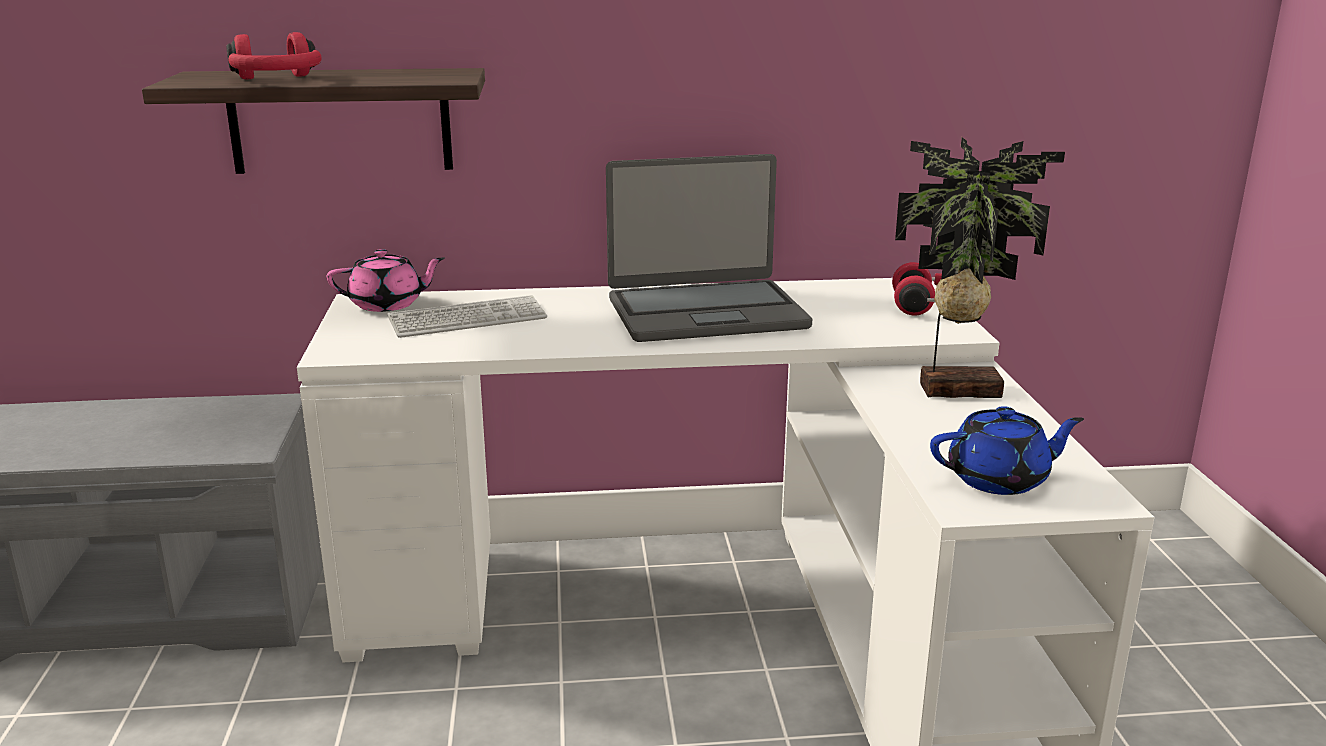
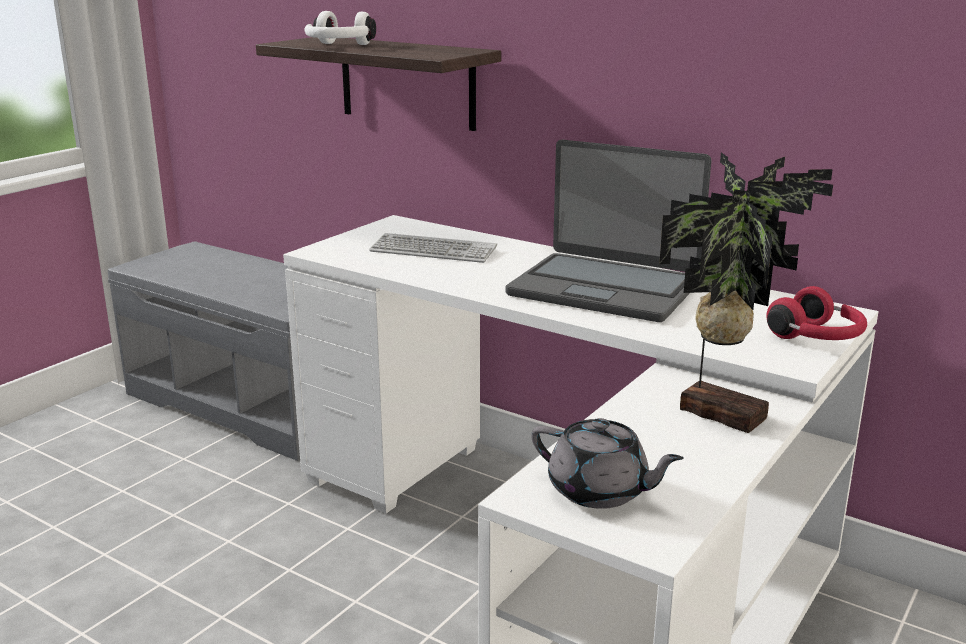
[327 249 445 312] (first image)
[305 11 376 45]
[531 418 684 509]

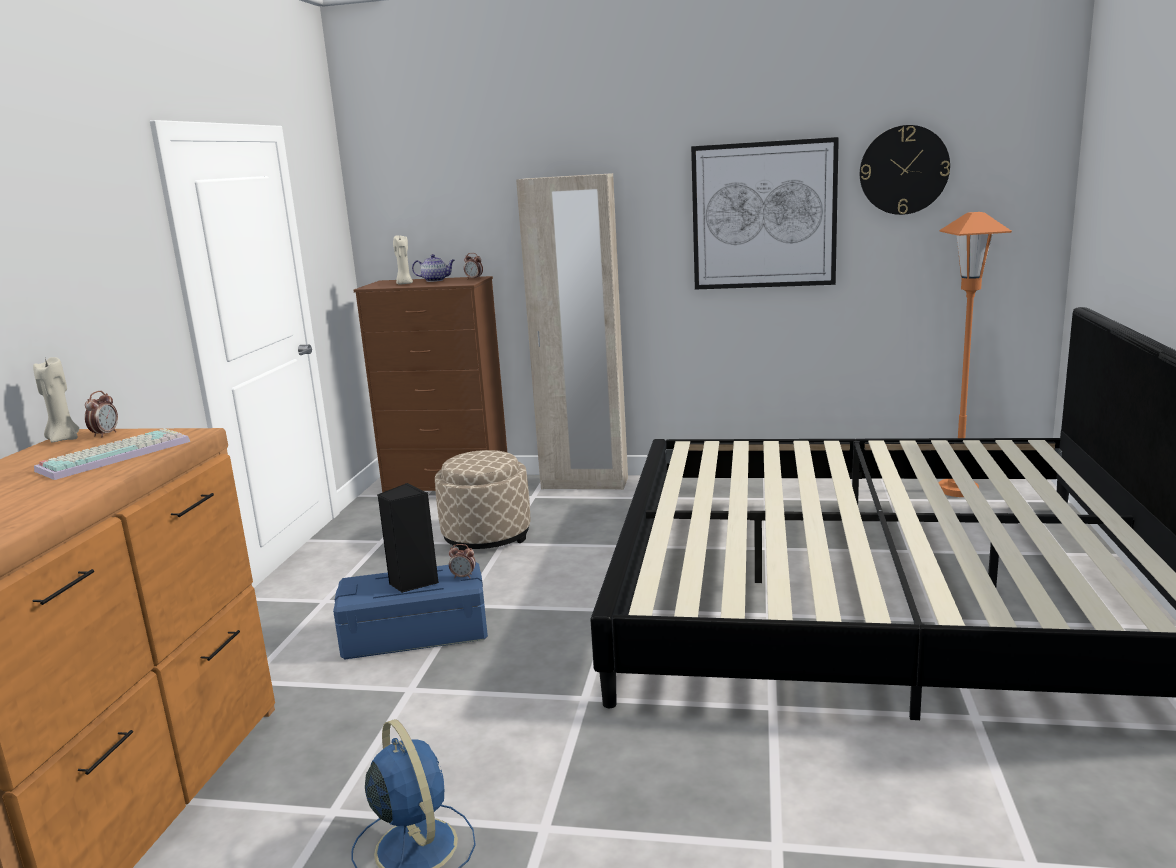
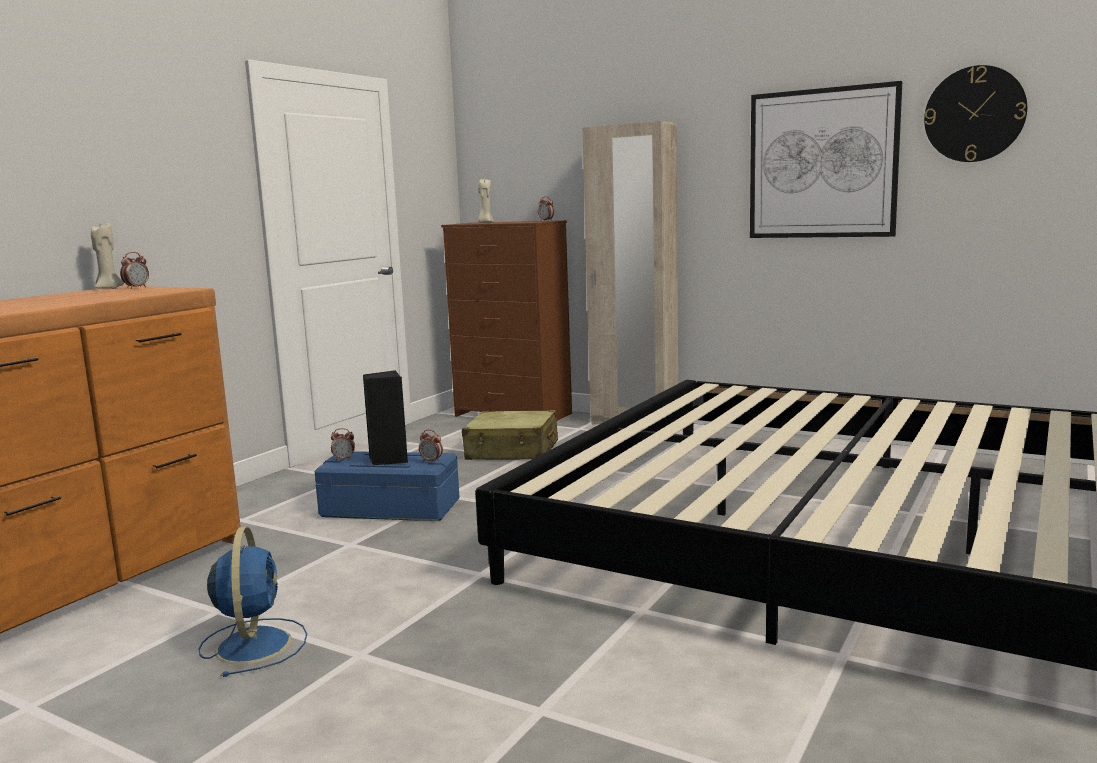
[34 429 190 480] (first image)
[412 254 455 282] (first image)
[939 212 1012 497] (first image)
[331 428 355 461]
[462 410 558 460]

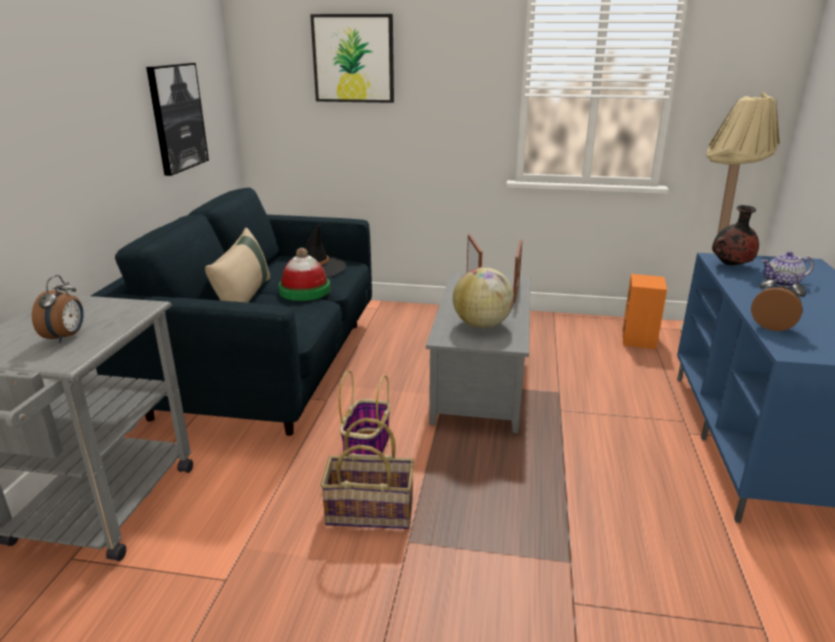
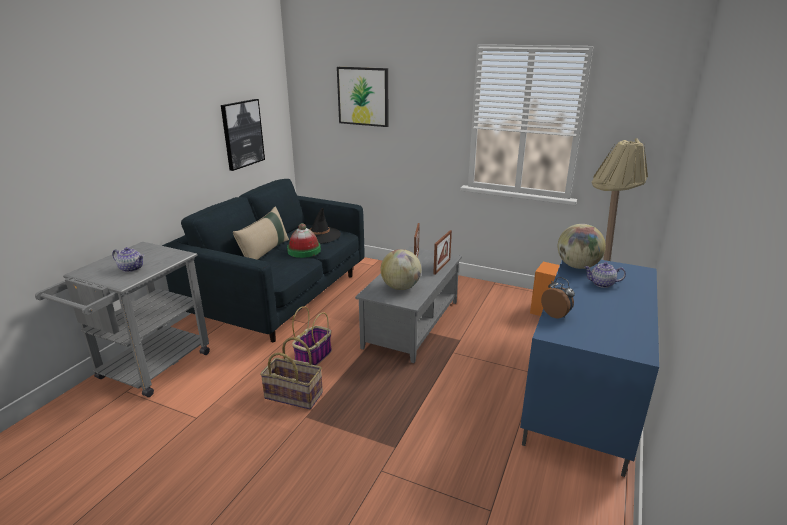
[112 247 144 272]
[558 224 606 269]

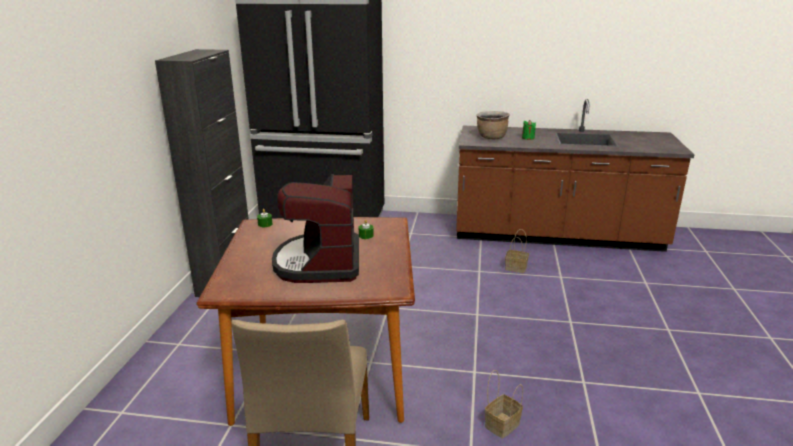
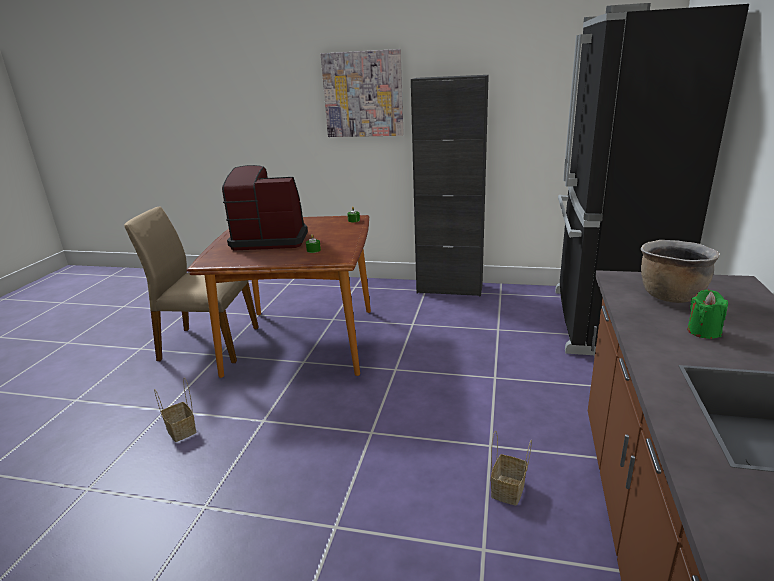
[321 49 404 137]

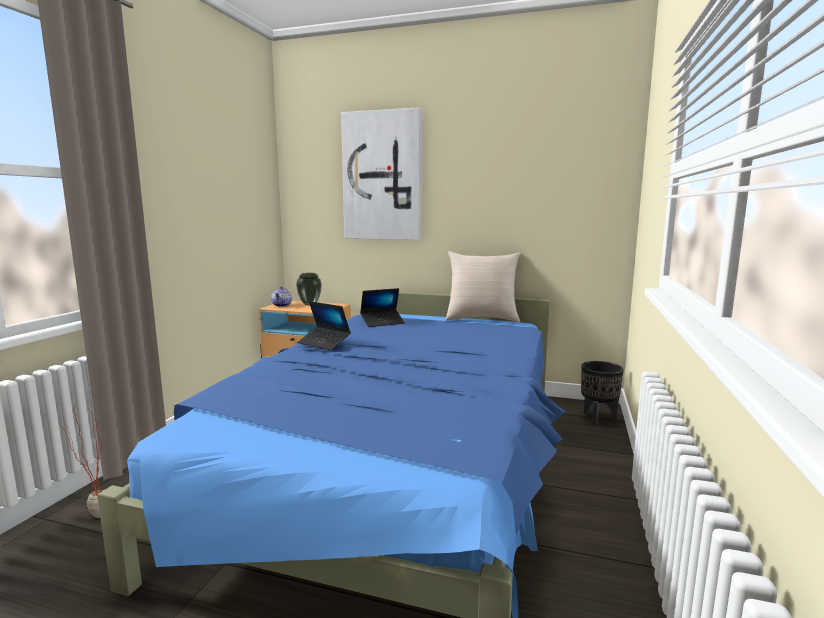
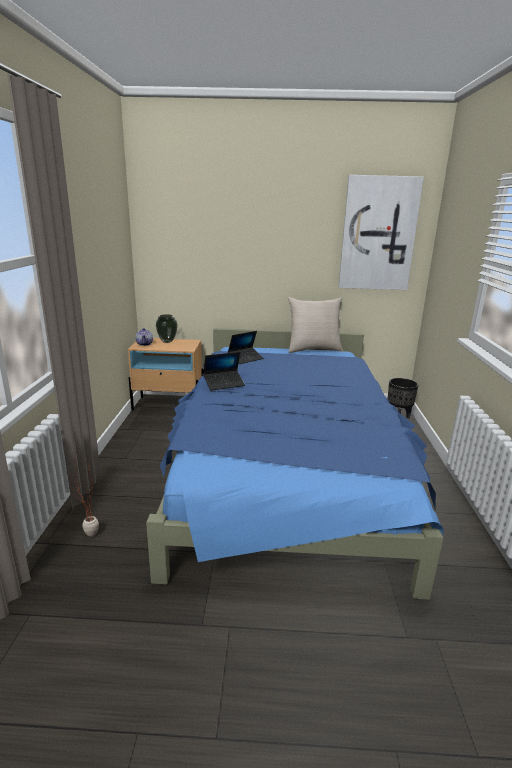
[338 175 424 290]
[203 352 245 390]

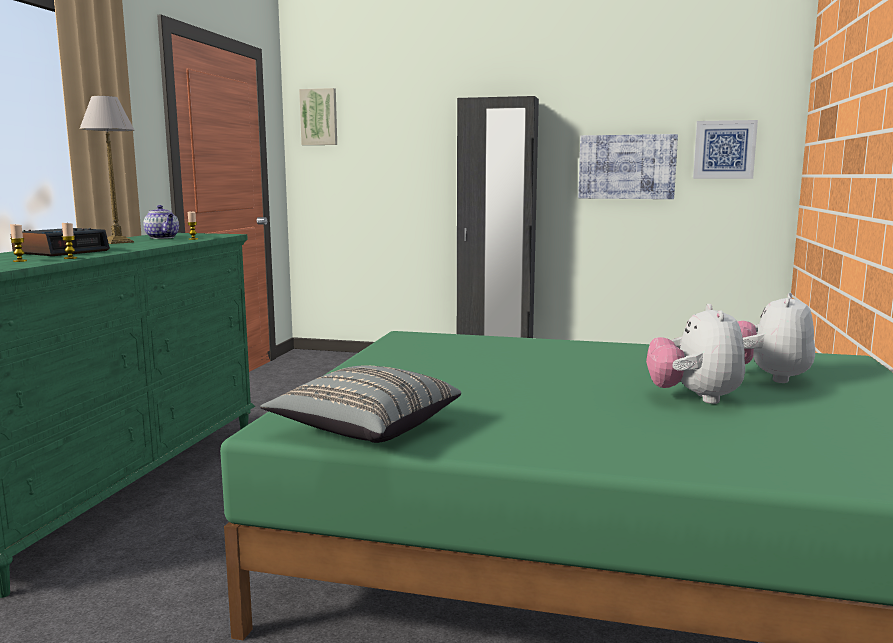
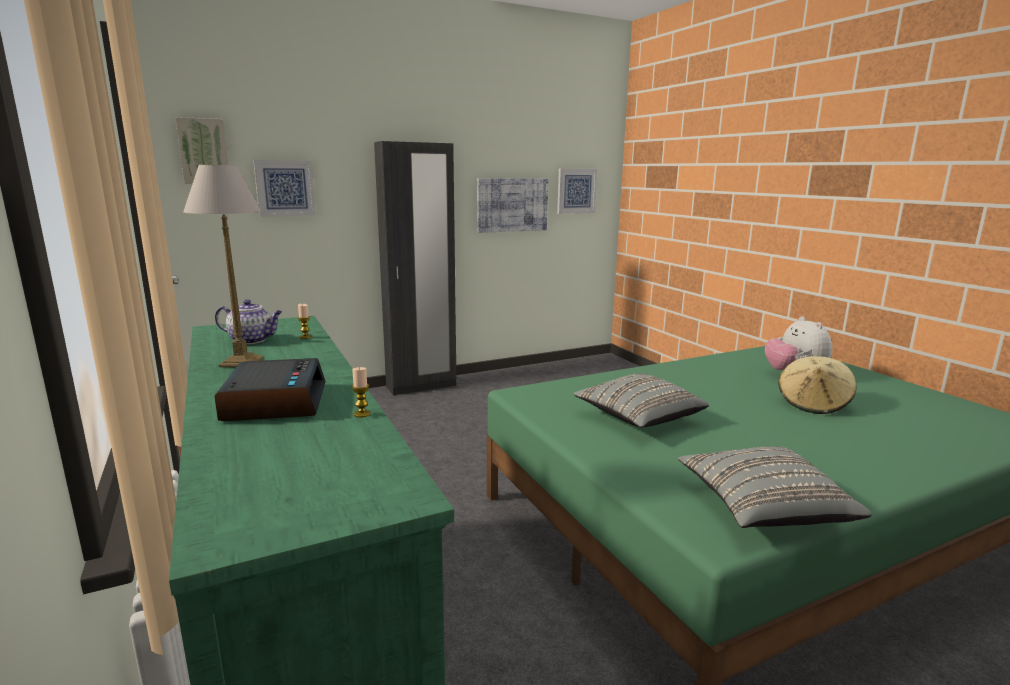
[10 224 27 262] (first image)
[253 160 316 217]
[573 373 709 428]
[778 356 856 414]

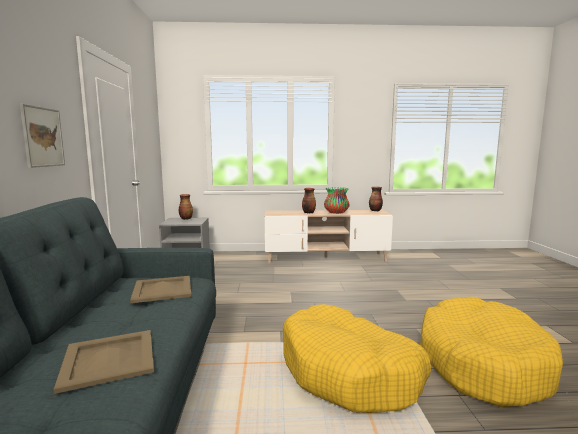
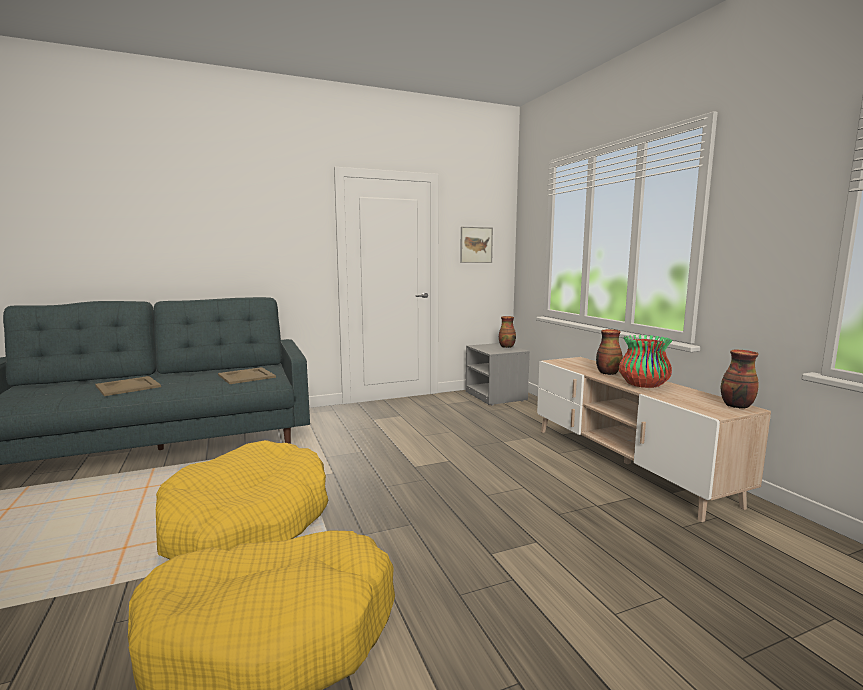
[460 227 493 263]

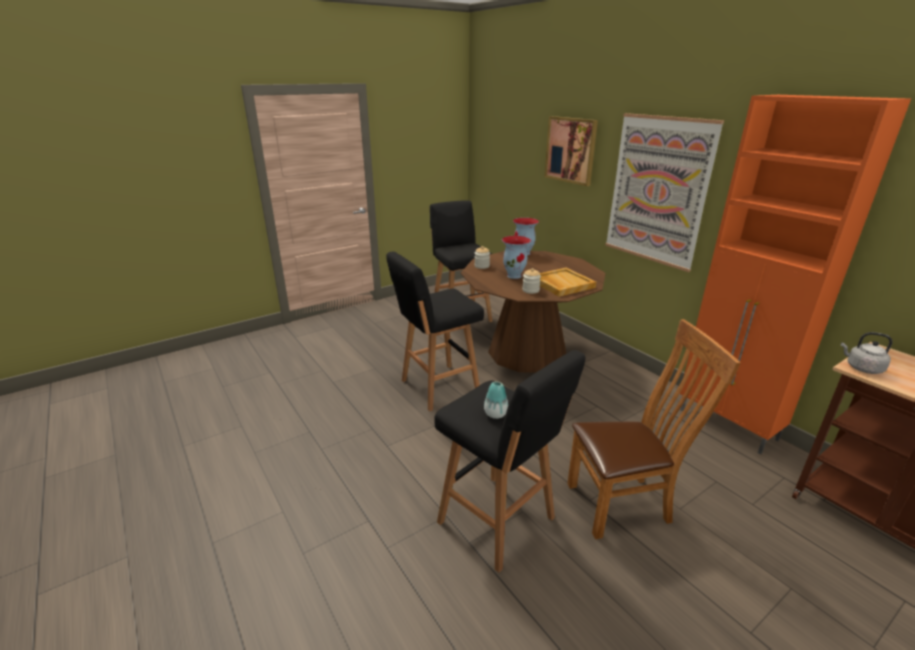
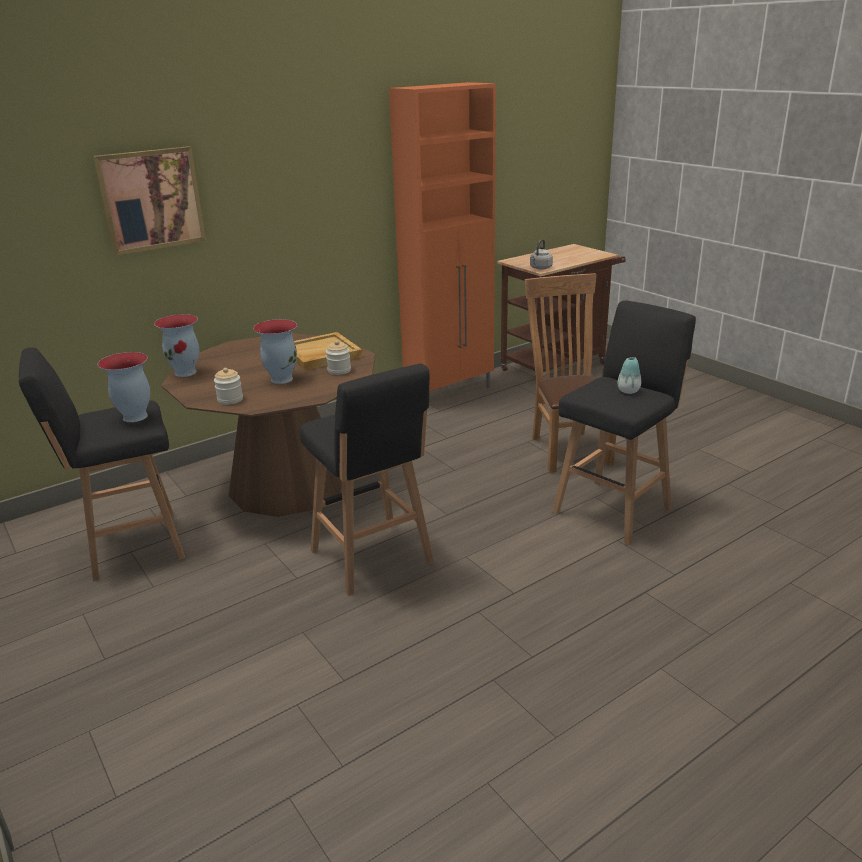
[605 113 724 272] (first image)
[98 352 150 422]

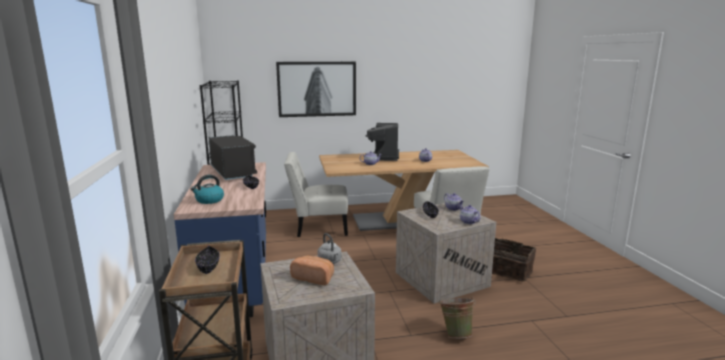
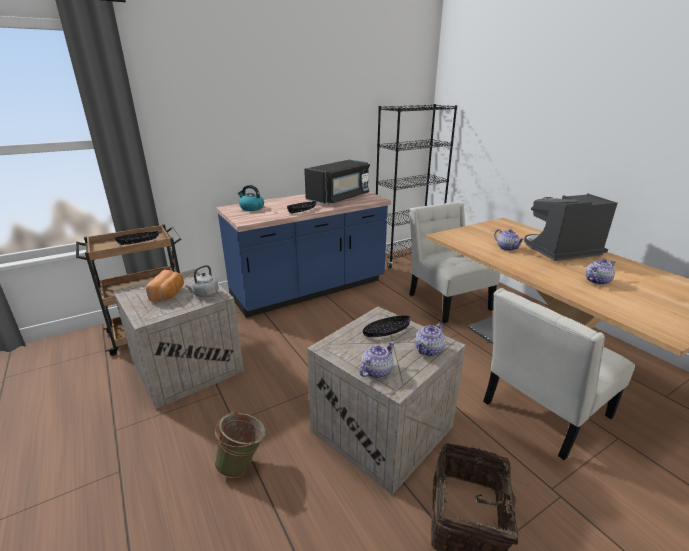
[276 62 356 117] (first image)

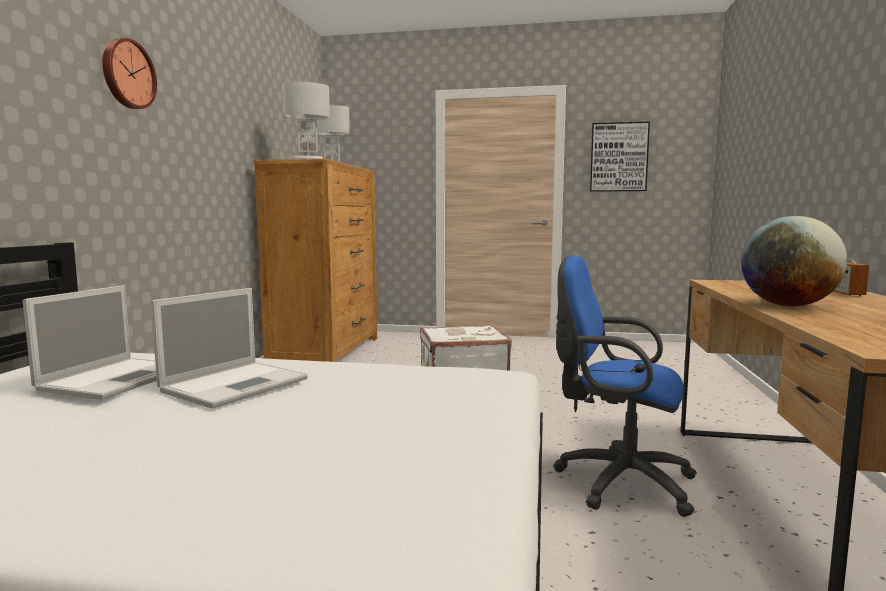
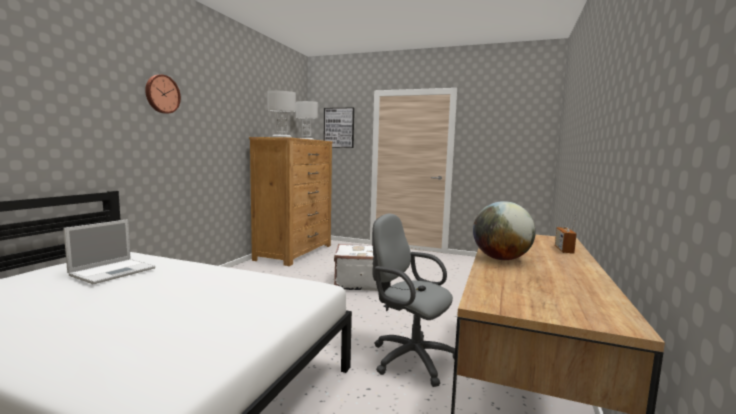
[151 288 308 409] (first image)
[324 107 354 148]
[372 214 455 387]

